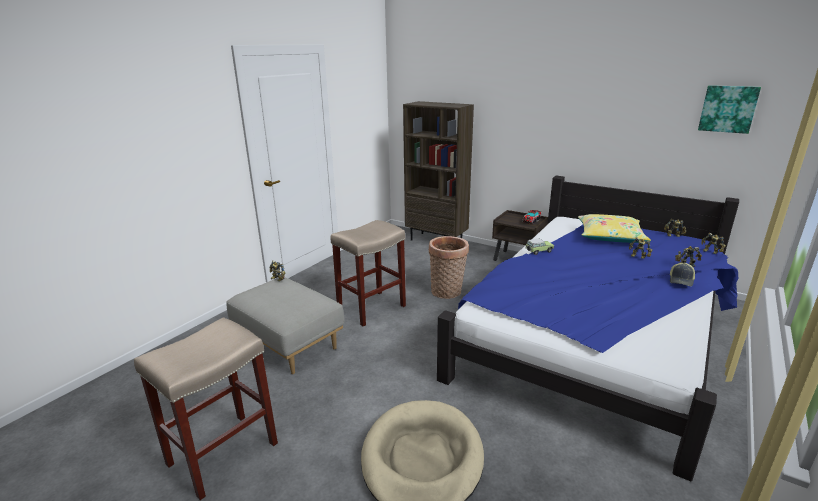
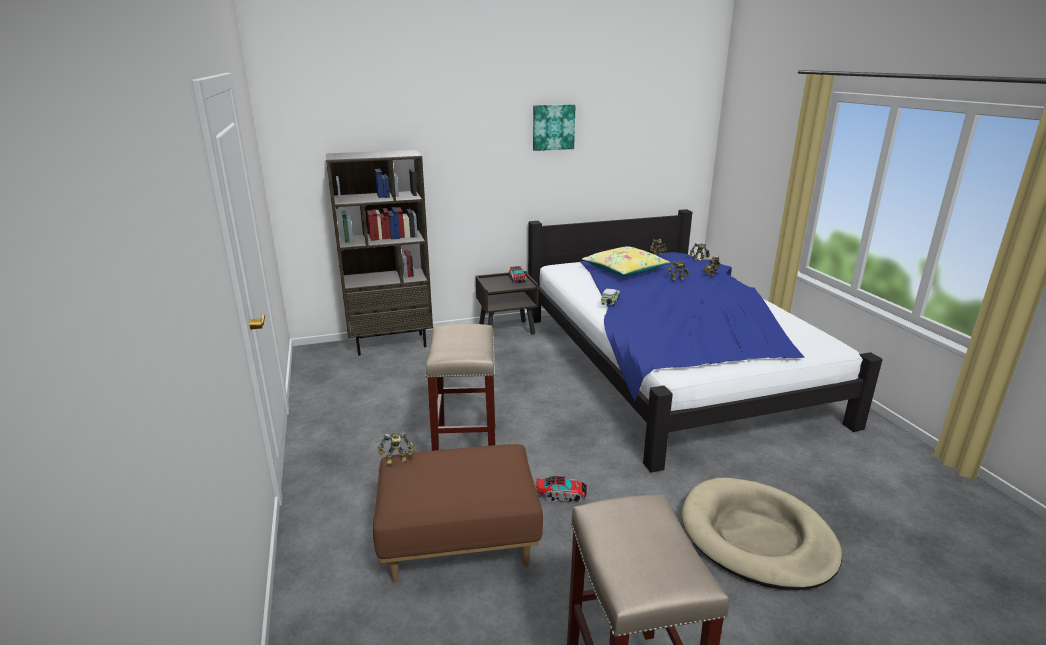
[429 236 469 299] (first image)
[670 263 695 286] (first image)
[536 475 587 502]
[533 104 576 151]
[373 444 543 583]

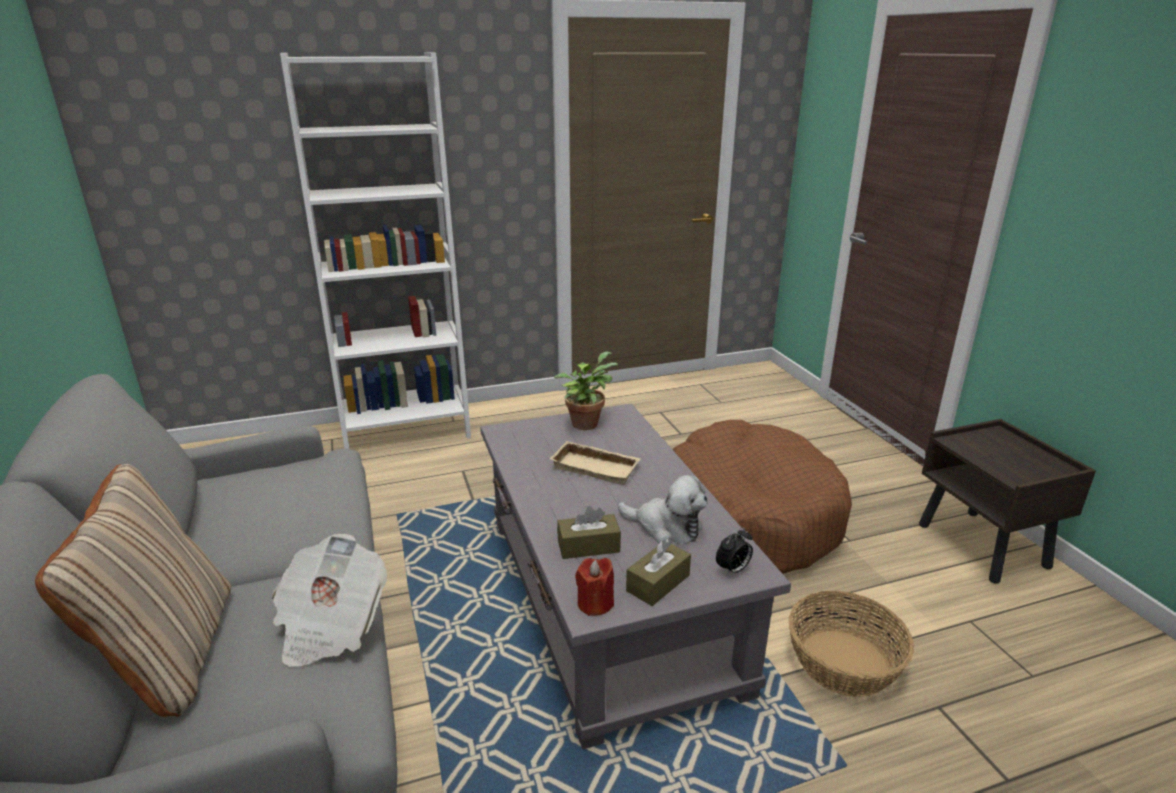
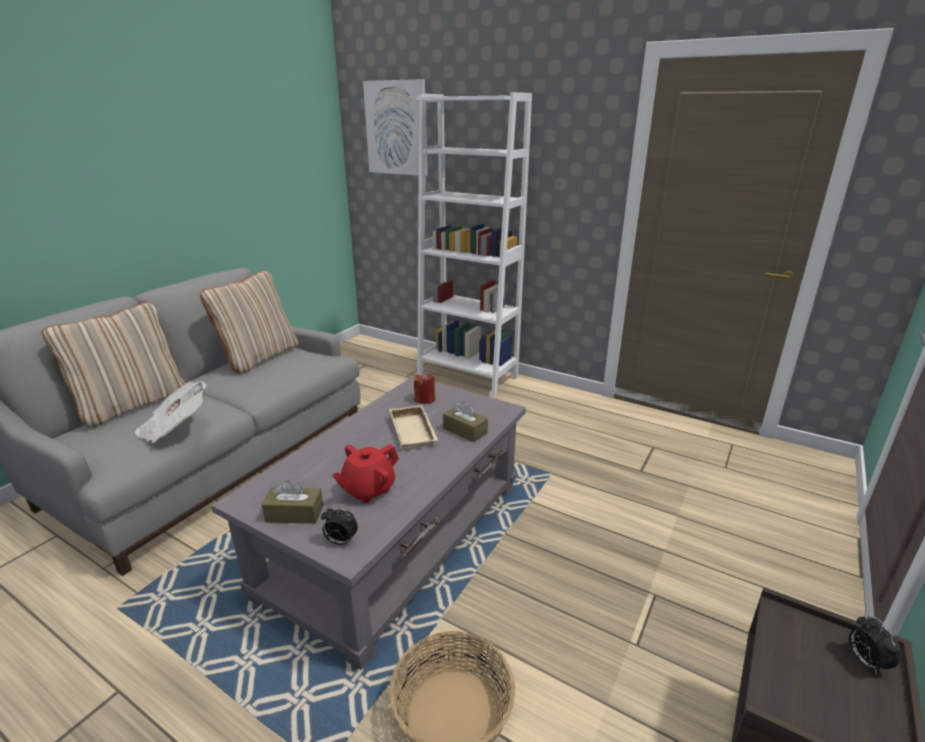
[554 351 618 430] (first image)
[672 420 852 574] (first image)
[200 270 299 374]
[363 79 427 176]
[849 616 901 675]
[443 401 488 442]
[414 372 435 404]
[332 444 399 503]

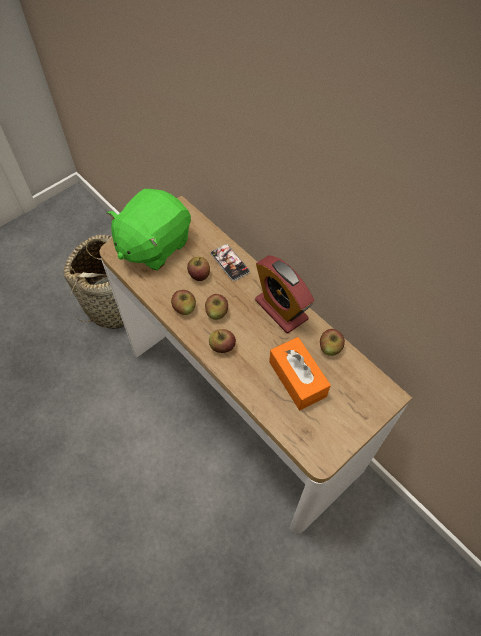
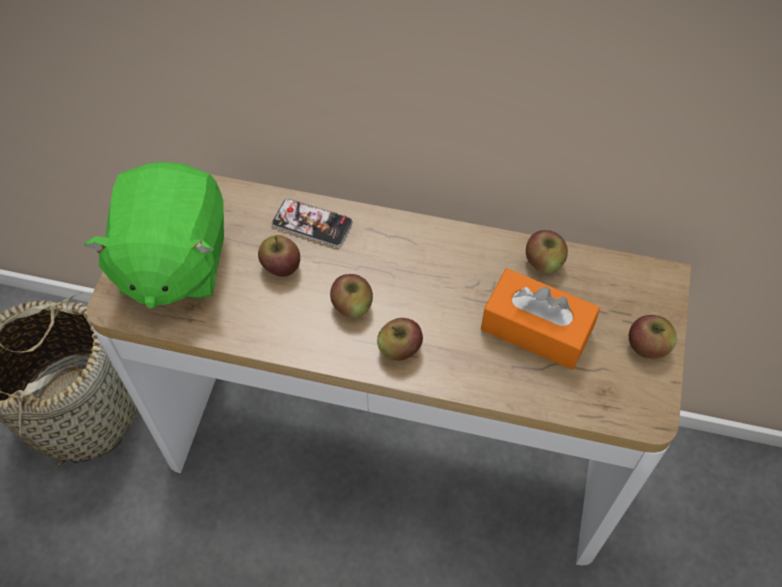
[255 255 314 333] (first image)
[629 315 677 358]

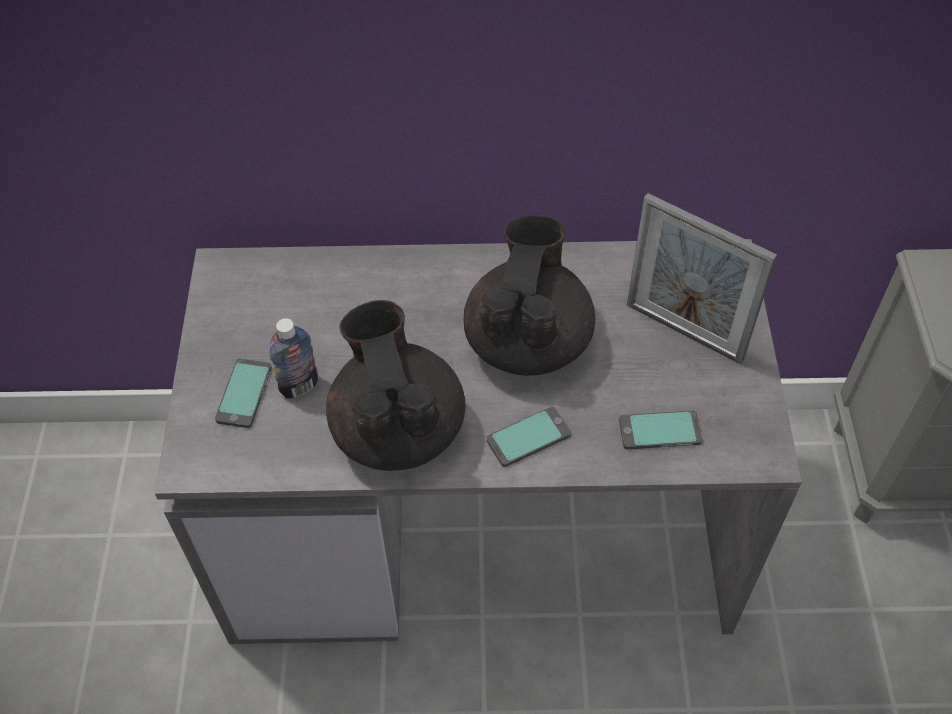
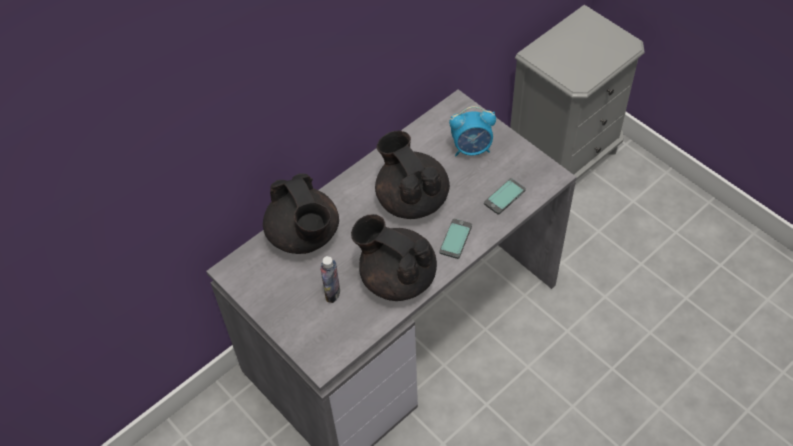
[215 358 272 428] (first image)
[263 173 339 254]
[449 106 496 156]

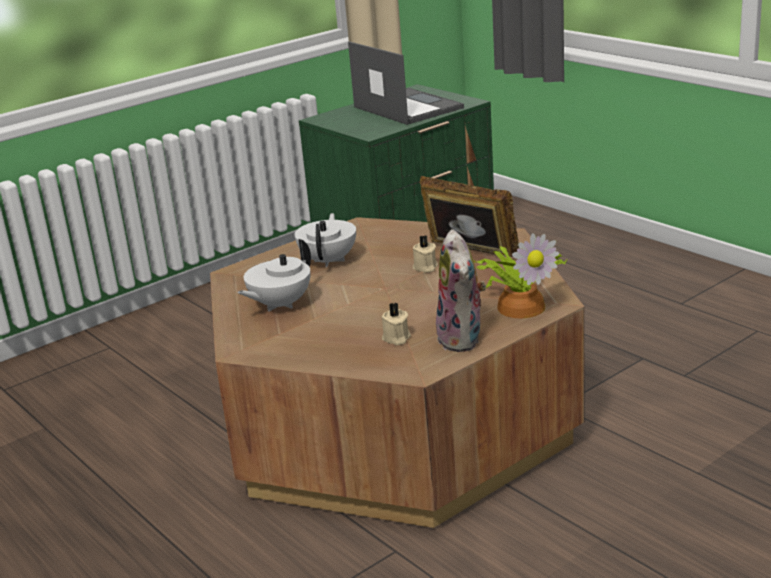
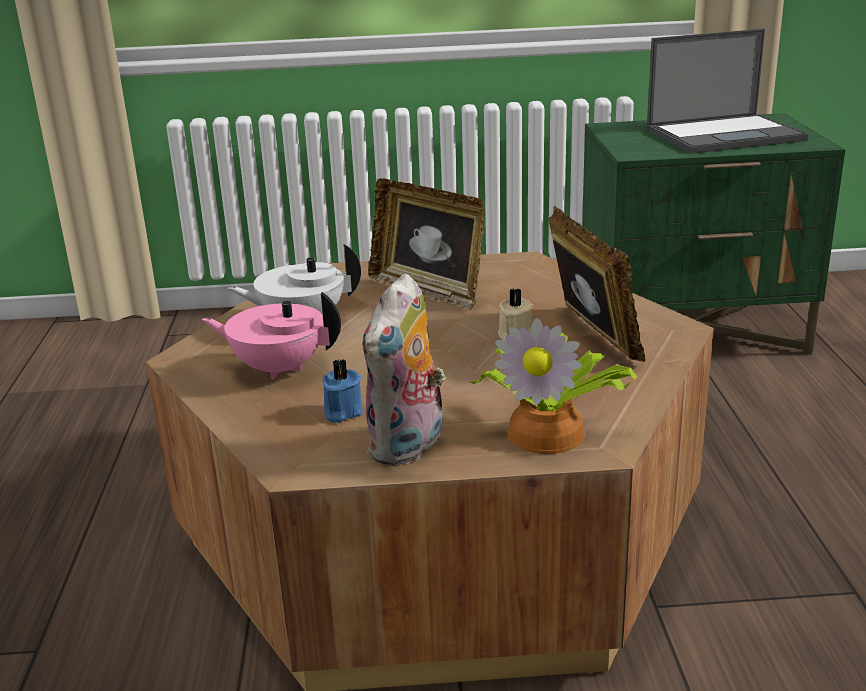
[202 292 341 380]
[368 178 485 310]
[323 359 363 423]
[647 29 809 154]

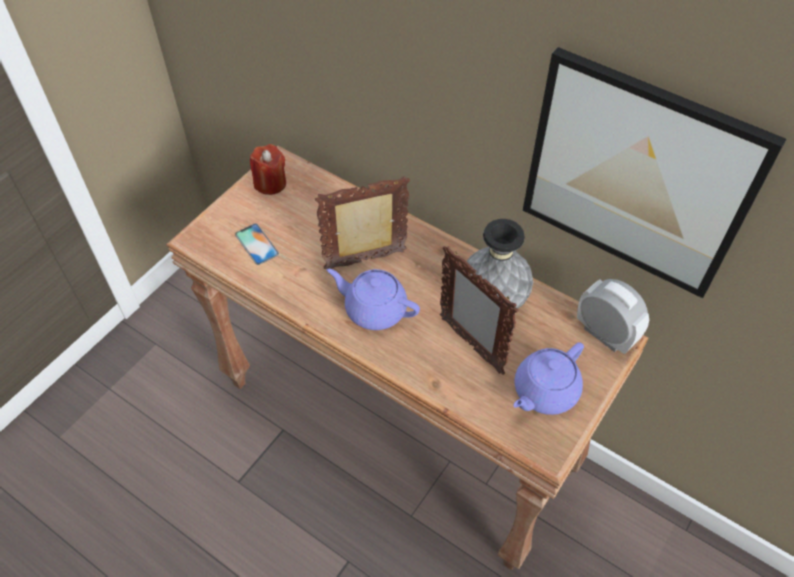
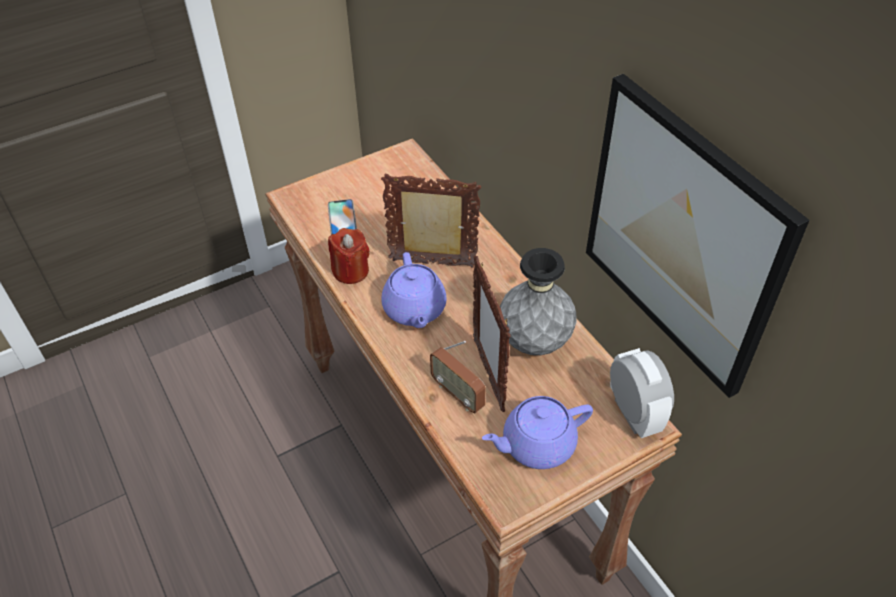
[430 341 486 414]
[328 228 370 284]
[381 252 447 328]

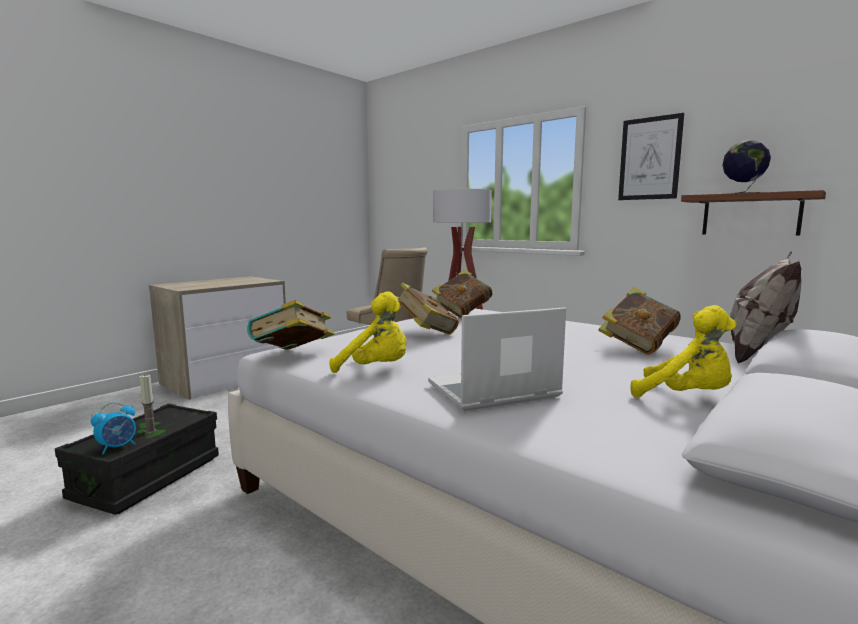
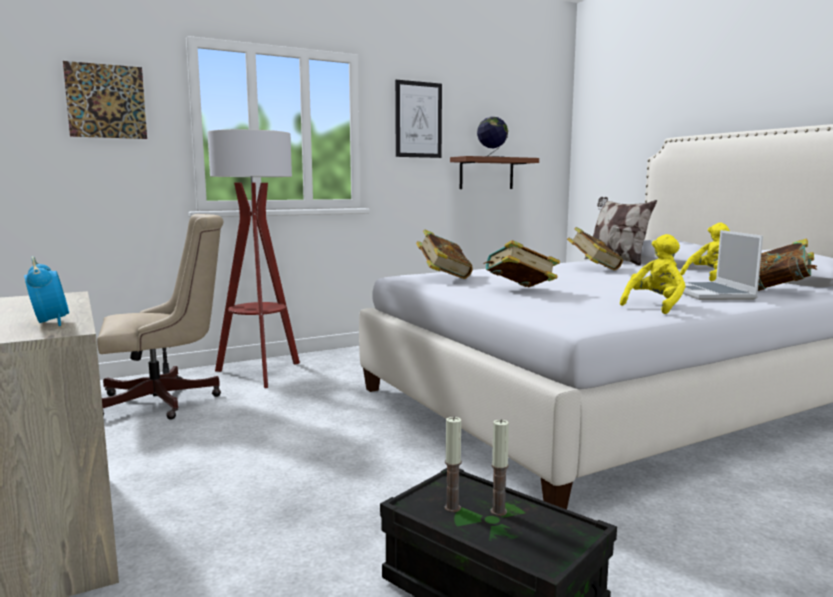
[63 61 147 139]
[445 417 462 512]
[24 256 69 326]
[758 238 817 291]

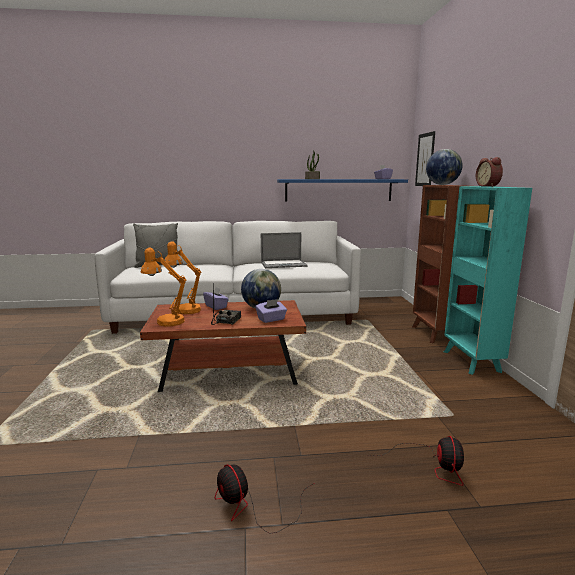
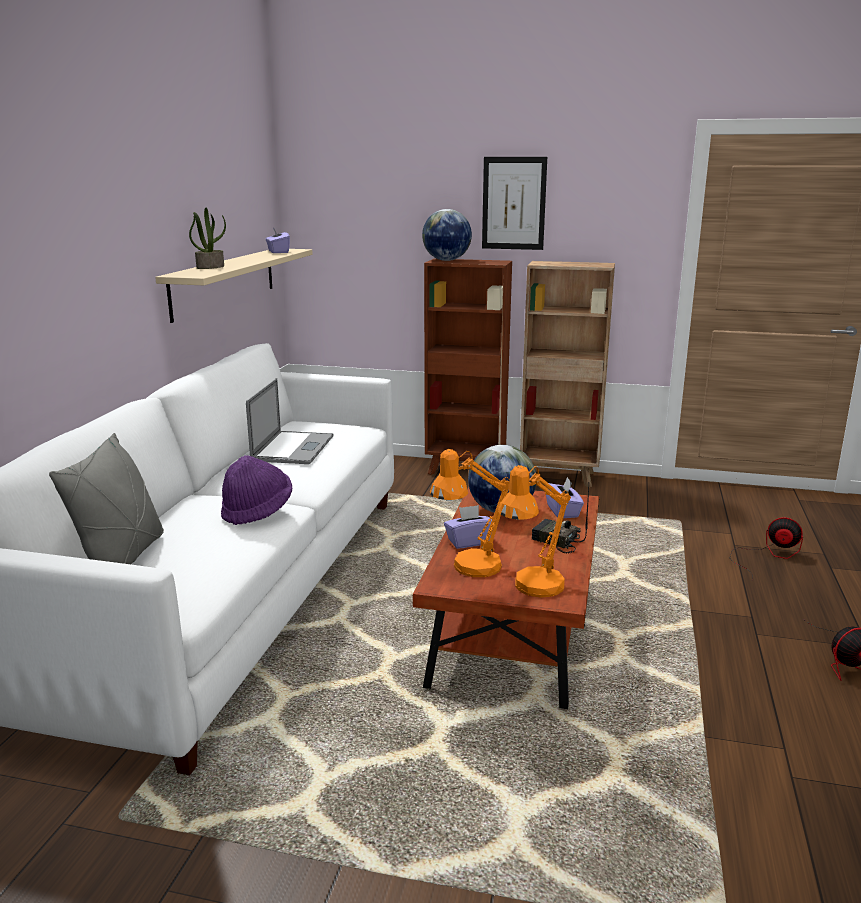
[476 157 503 187] (first image)
[221 455 292 525]
[482 157 547 250]
[155 249 313 323]
[520 261 615 487]

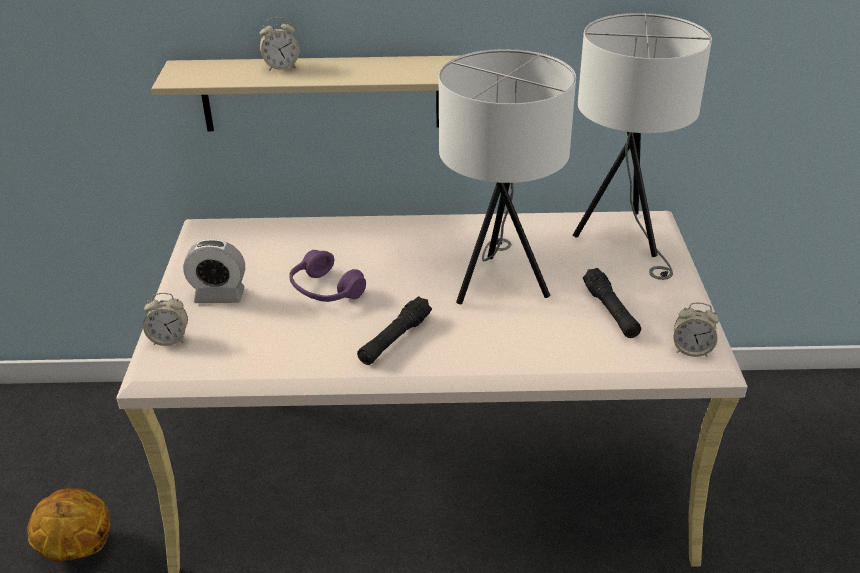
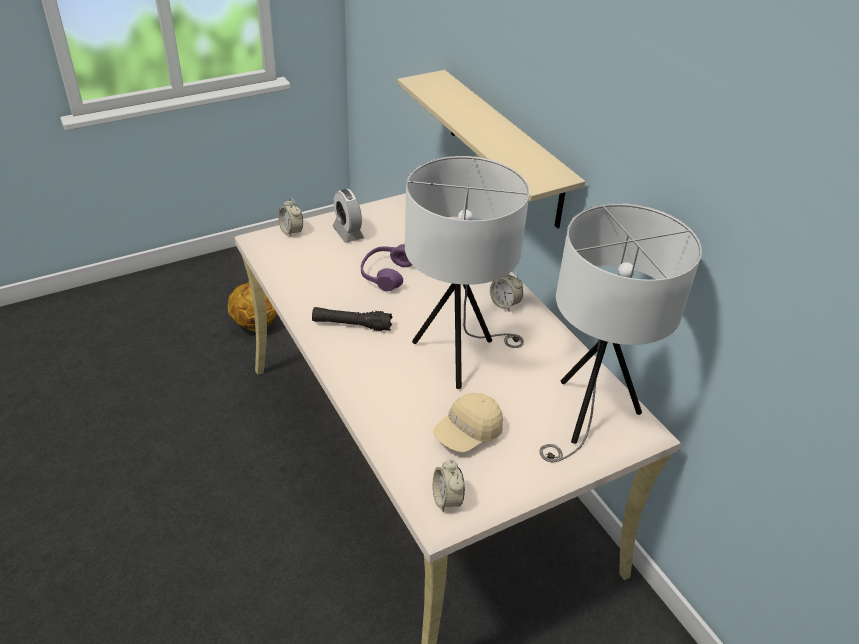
[490 271 523 312]
[433 393 503 453]

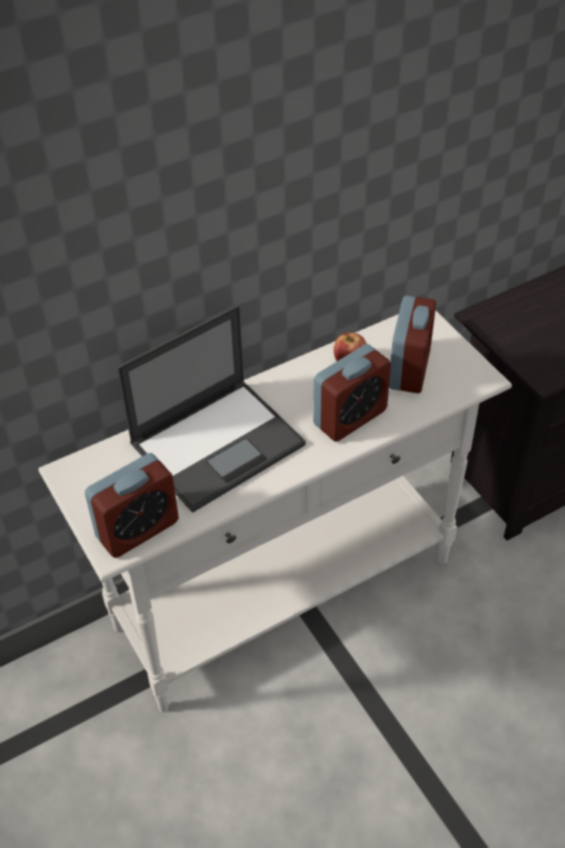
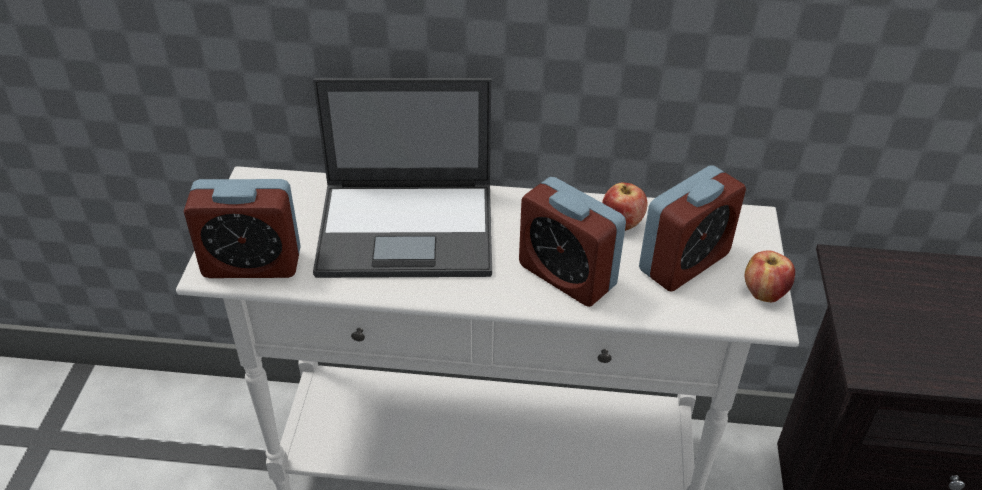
[745 251 795 302]
[519 177 626 307]

